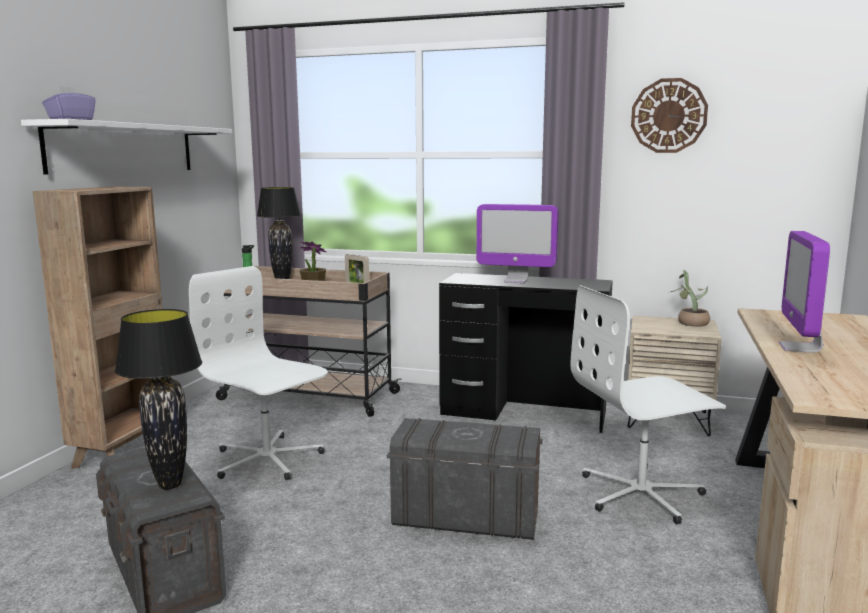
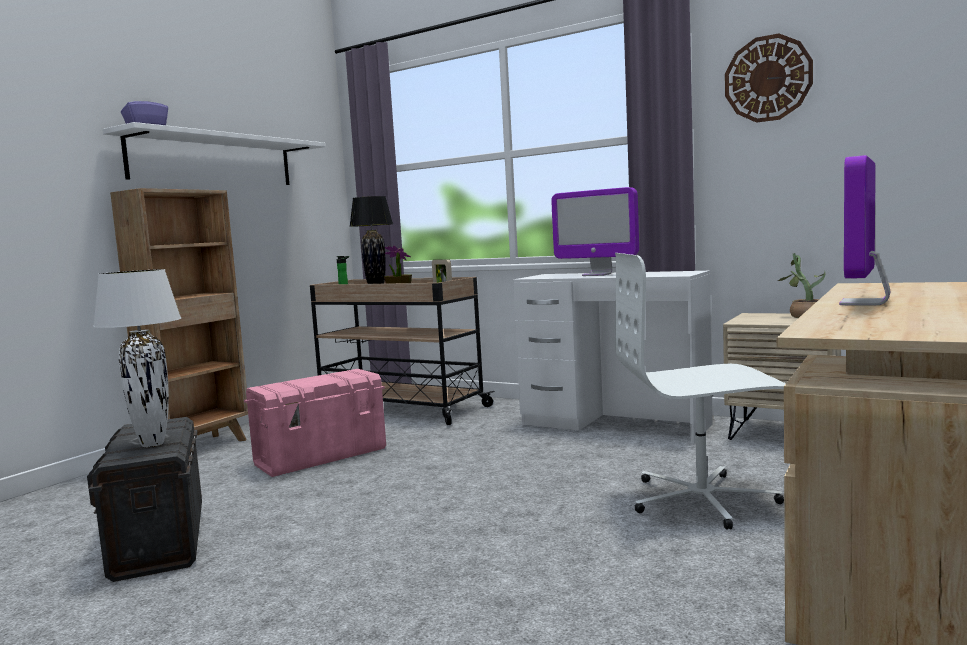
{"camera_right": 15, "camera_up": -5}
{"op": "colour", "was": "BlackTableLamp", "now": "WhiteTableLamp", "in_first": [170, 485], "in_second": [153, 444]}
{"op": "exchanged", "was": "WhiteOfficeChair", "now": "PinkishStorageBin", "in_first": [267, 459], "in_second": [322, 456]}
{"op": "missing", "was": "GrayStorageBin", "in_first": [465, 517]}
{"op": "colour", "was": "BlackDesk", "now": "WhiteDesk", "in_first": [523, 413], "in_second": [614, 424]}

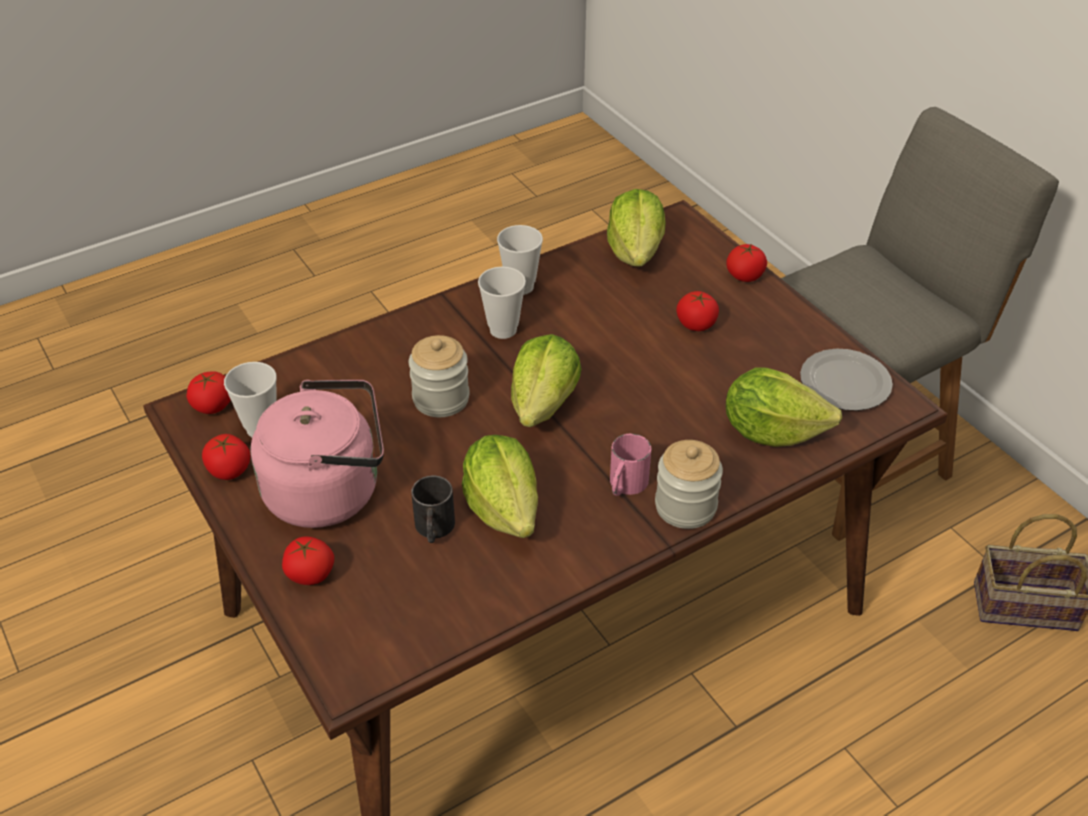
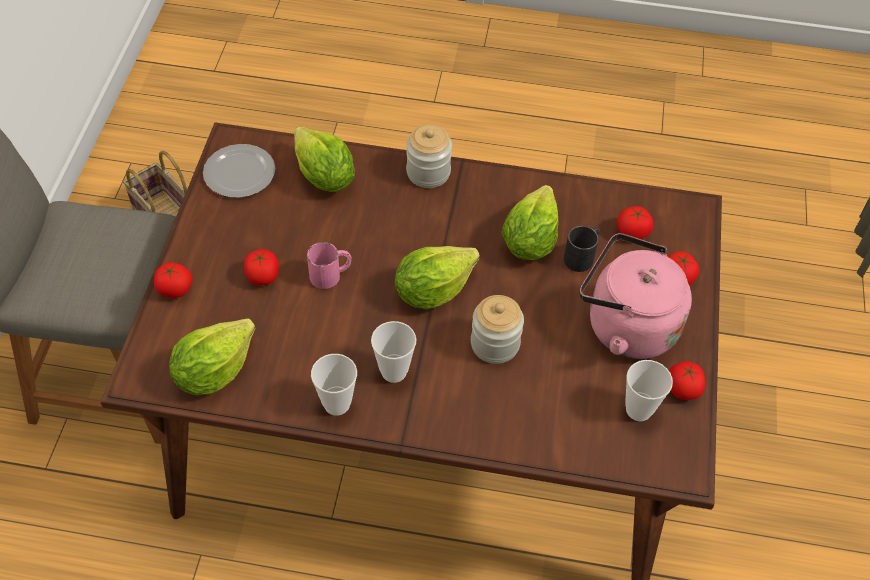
{"camera_right": -140, "camera_up": 10}
{"op": "relocated", "was": "FreshTomato", "in_first": [213, 405], "in_second": [632, 232]}
{"op": "relocated", "was": "PinkishMug", "in_first": [625, 485], "in_second": [331, 274]}

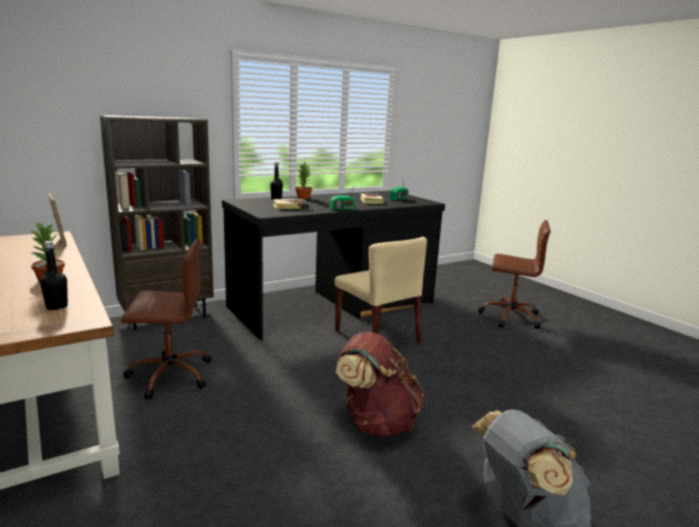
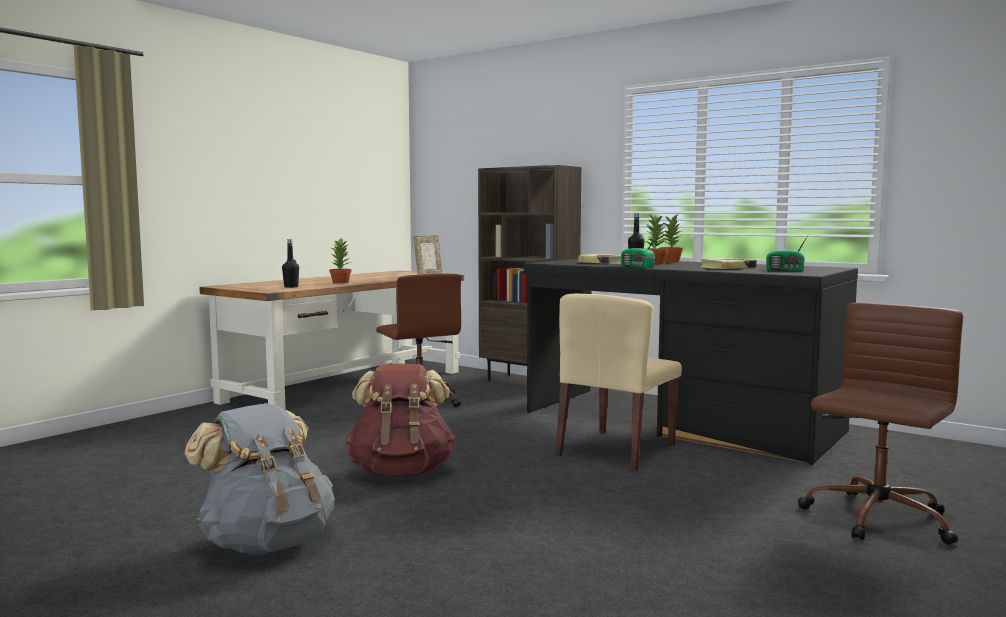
{"camera_right": 70, "camera_up": -10}
{"op": "spun", "was": "BrownishOfficeChair", "in_first": [509, 316], "in_second": [876, 519], "clockwise": -135}
{"op": "appeared", "now": "PlantInAPot", "in_second": [654, 263]}

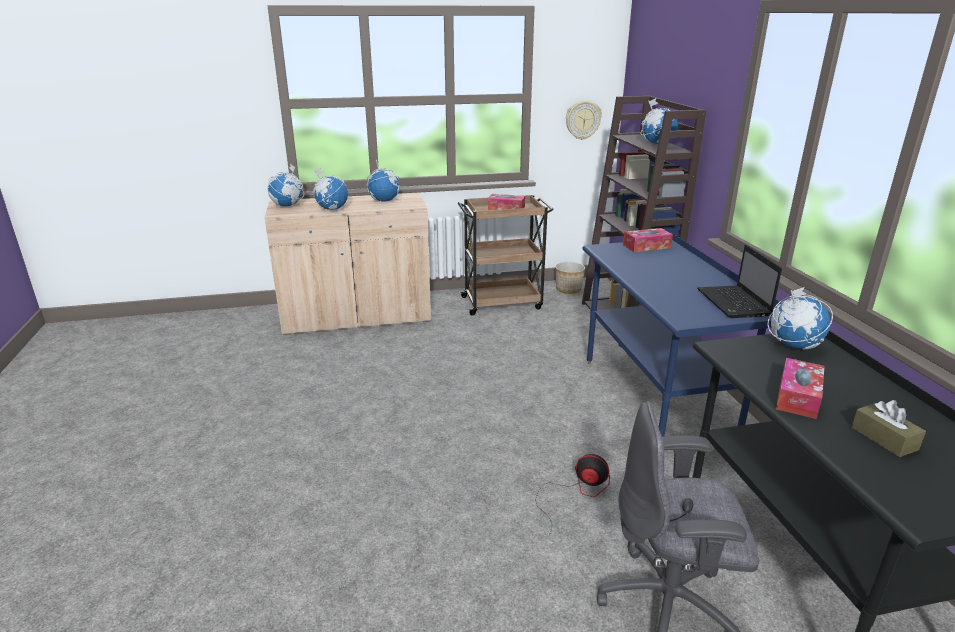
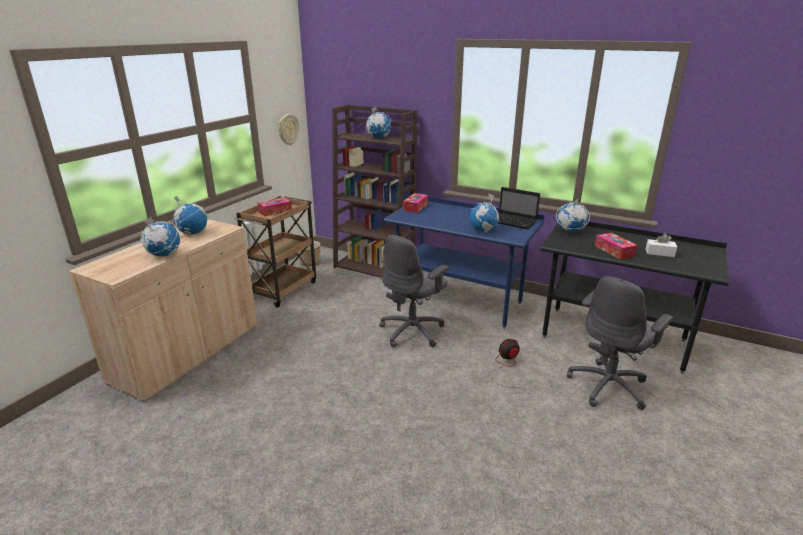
{"camera_right": -50, "camera_up": 0}
{"op": "relocated", "was": "Globe", "in_first": [287, 206], "in_second": [483, 230]}
{"op": "colour", "was": "BrownishTissueHolder", "now": "WhiteTissueHolder", "in_first": [884, 438], "in_second": [659, 253]}
{"op": "appeared", "now": "GrayOfficeChair", "in_second": [413, 331]}

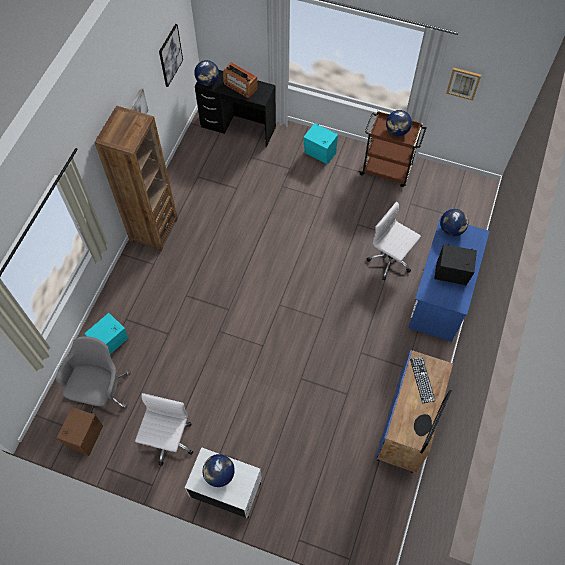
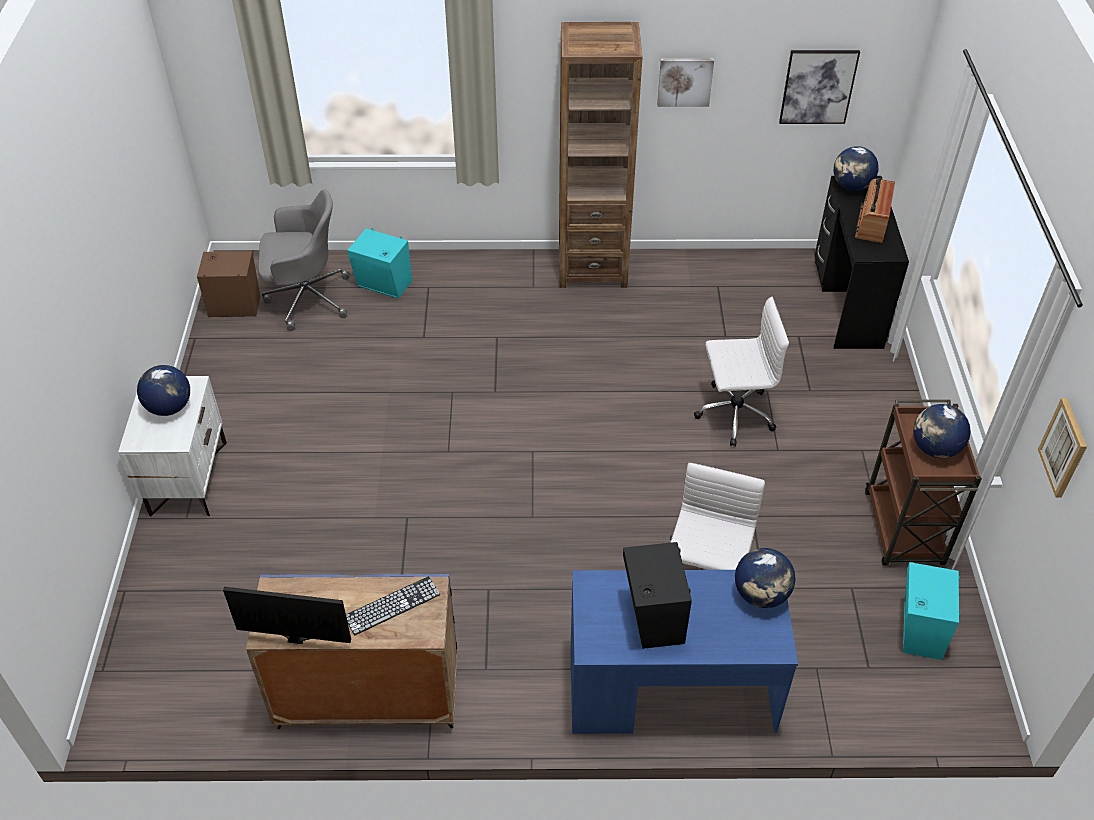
{"camera_right": 70, "camera_up": -15}
{"op": "relocated", "was": "WhiteOfficeChair", "in_first": [168, 441], "in_second": [733, 413]}
{"op": "relocated", "was": "TurquoiseColouredSpeaker", "in_first": [320, 154], "in_second": [918, 631]}

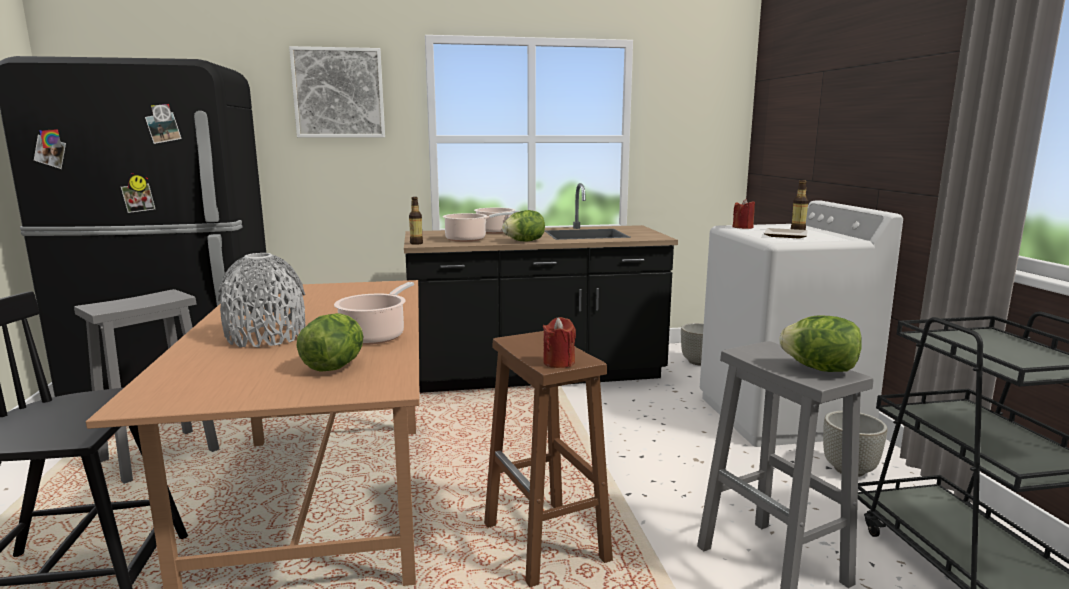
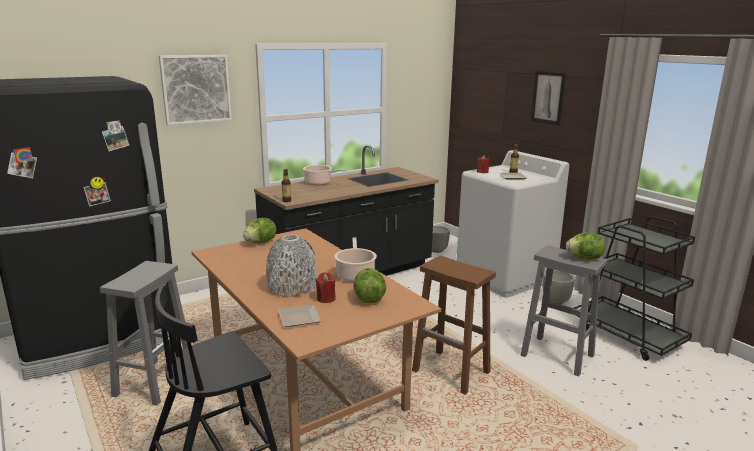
{"camera_right": -25, "camera_up": 5}
{"op": "missing", "was": "CookingPot", "in_first": [469, 239]}
{"op": "relocated", "was": "Lettuce", "in_first": [524, 241], "in_second": [260, 243]}
{"op": "relocated", "was": "ReddishWaxCandle", "in_first": [559, 362], "in_second": [326, 299]}
{"op": "appeared", "now": "FlatDish", "in_second": [300, 317]}
{"op": "appeared", "now": "WallArt", "in_second": [547, 97]}

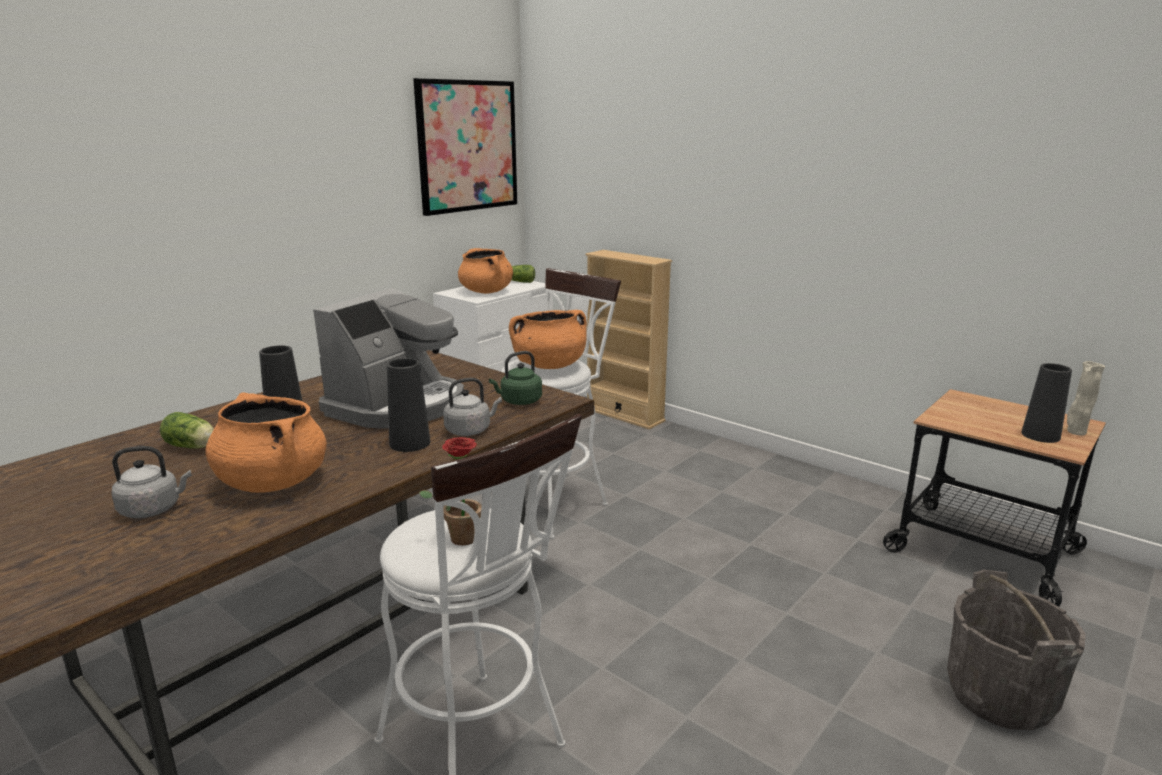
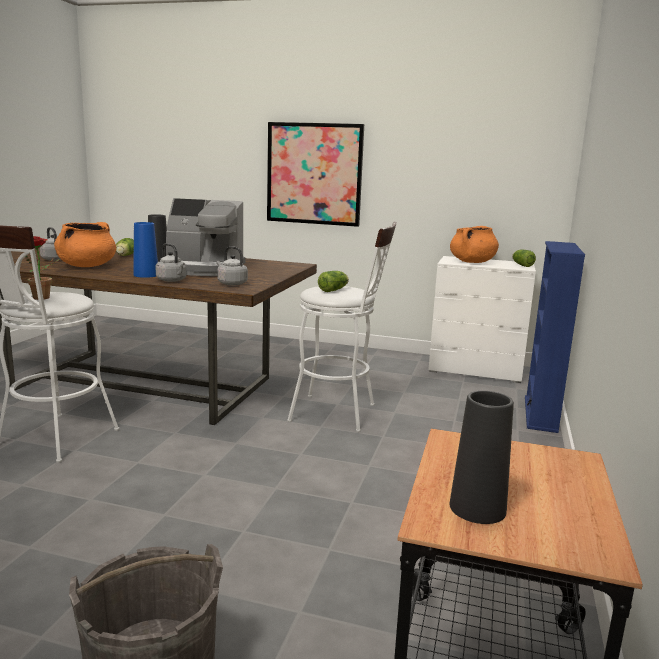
{"camera_right": 65, "camera_up": -5}
{"op": "colour", "was": "BlackDecorativeVase", "now": "BluishDecorativeVase", "in_first": [410, 443], "in_second": [146, 275]}
{"op": "relocated", "was": "WallArt", "in_first": [467, 146], "in_second": [314, 174]}
{"op": "colour", "was": "GreenishKettle", "now": "GrayKettle", "in_first": [519, 401], "in_second": [231, 283]}
{"op": "exchanged", "was": "OrangeCookingPot", "now": "Lettuce", "in_first": [549, 365], "in_second": [334, 290]}
{"op": "colour", "was": "BeigeColouredShelvingUnit", "now": "BluishShelvingUnit", "in_first": [624, 415], "in_second": [540, 414]}
{"op": "missing", "was": "BeigeColouredDecorativeVase", "in_first": [1075, 432]}

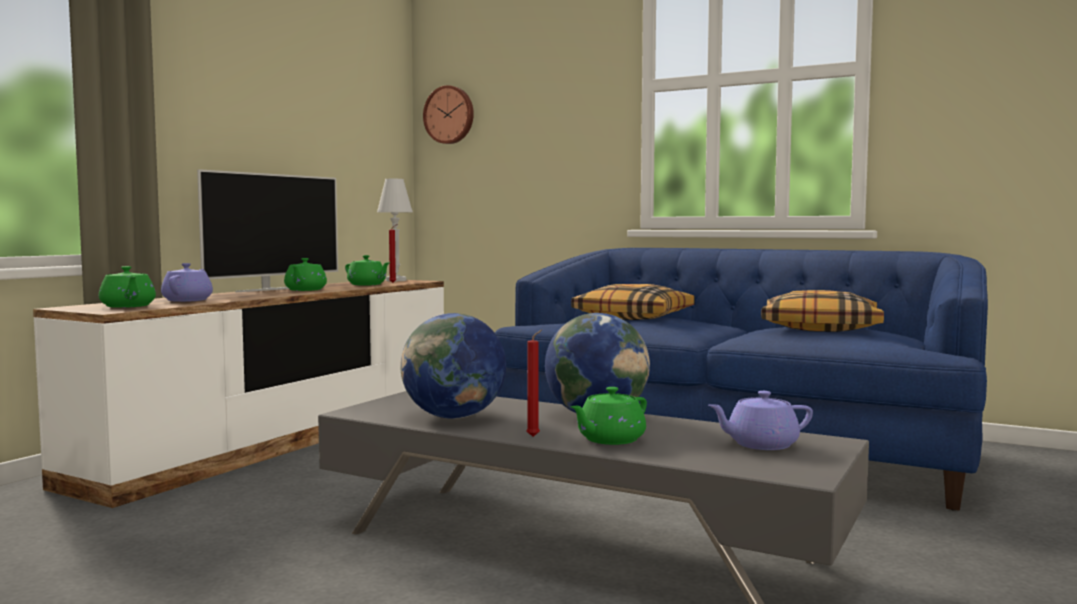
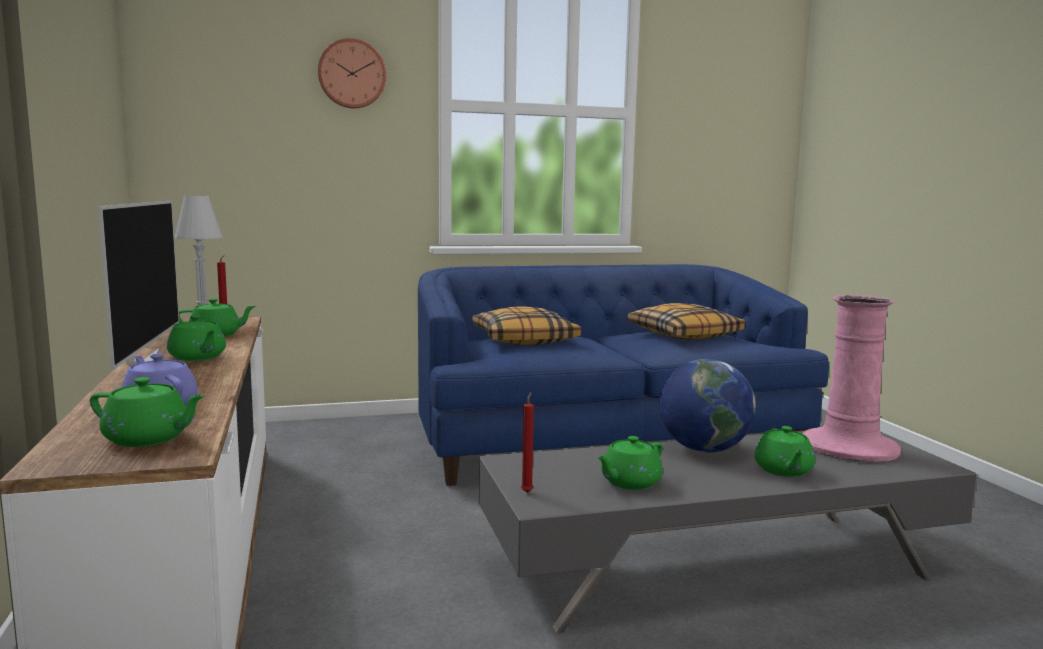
{"camera_right": -45, "camera_up": 5}
{"op": "exchanged", "was": "Globe", "now": "GreenishTeapot", "in_first": [454, 417], "in_second": [629, 482]}
{"op": "relocated", "was": "HangingClock", "in_first": [450, 115], "in_second": [352, 74]}
{"op": "relocated", "was": "ReddishWaxCandle", "in_first": [535, 436], "in_second": [527, 492]}
{"op": "exchanged", "was": "PurplishTeapot", "now": "PinkishDecorativeVase", "in_first": [760, 445], "in_second": [850, 447]}

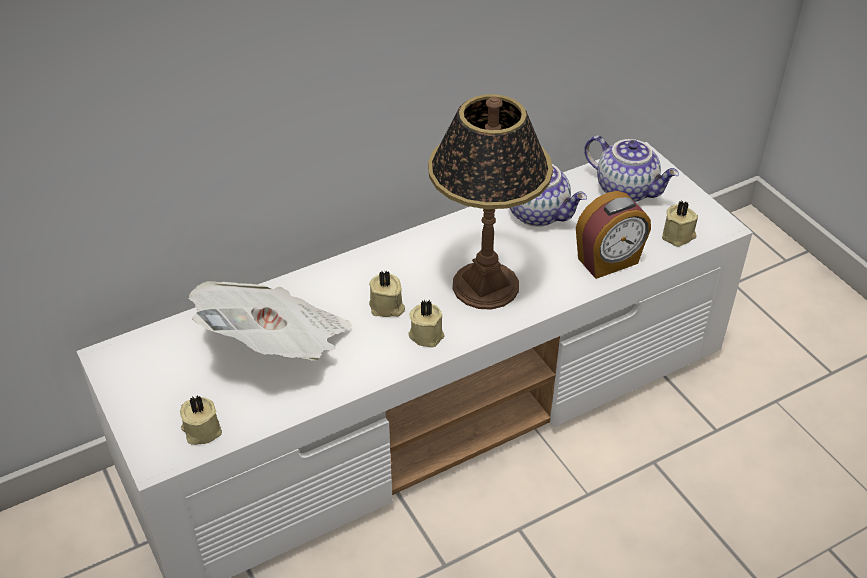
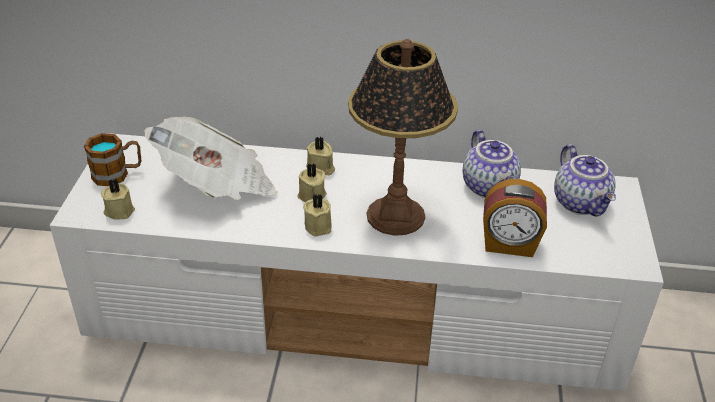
{"camera_right": 35, "camera_up": -5}
{"op": "relocated", "was": "BeigeColouredWaxCandle", "in_first": [679, 236], "in_second": [320, 169]}
{"op": "appeared", "now": "Mug", "in_second": [118, 174]}

